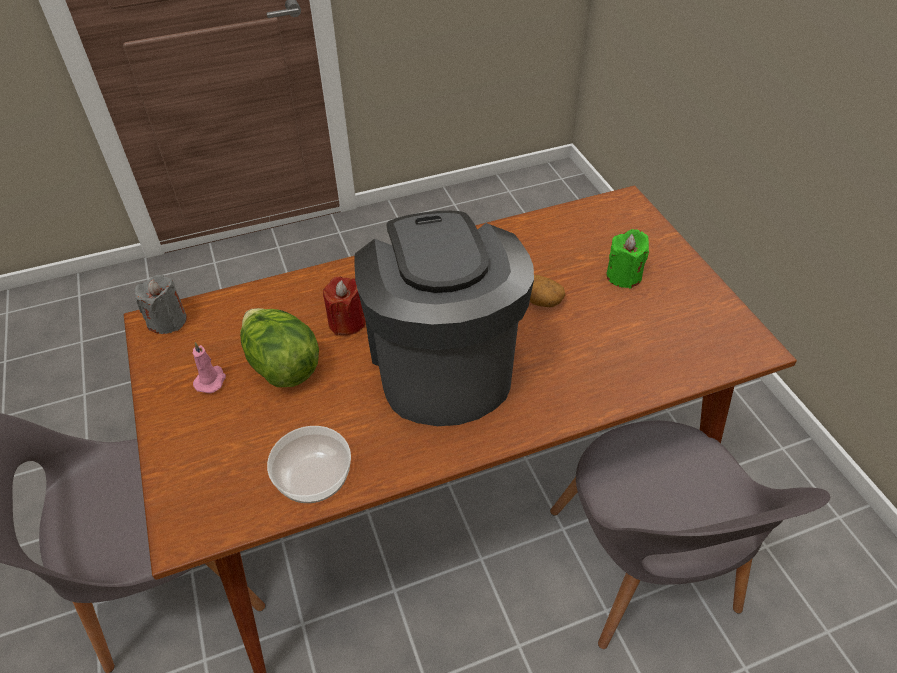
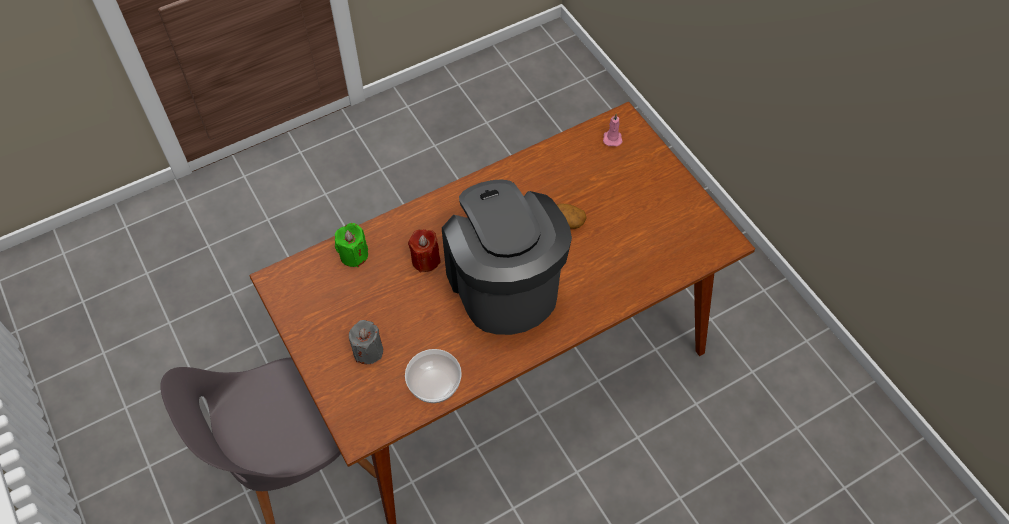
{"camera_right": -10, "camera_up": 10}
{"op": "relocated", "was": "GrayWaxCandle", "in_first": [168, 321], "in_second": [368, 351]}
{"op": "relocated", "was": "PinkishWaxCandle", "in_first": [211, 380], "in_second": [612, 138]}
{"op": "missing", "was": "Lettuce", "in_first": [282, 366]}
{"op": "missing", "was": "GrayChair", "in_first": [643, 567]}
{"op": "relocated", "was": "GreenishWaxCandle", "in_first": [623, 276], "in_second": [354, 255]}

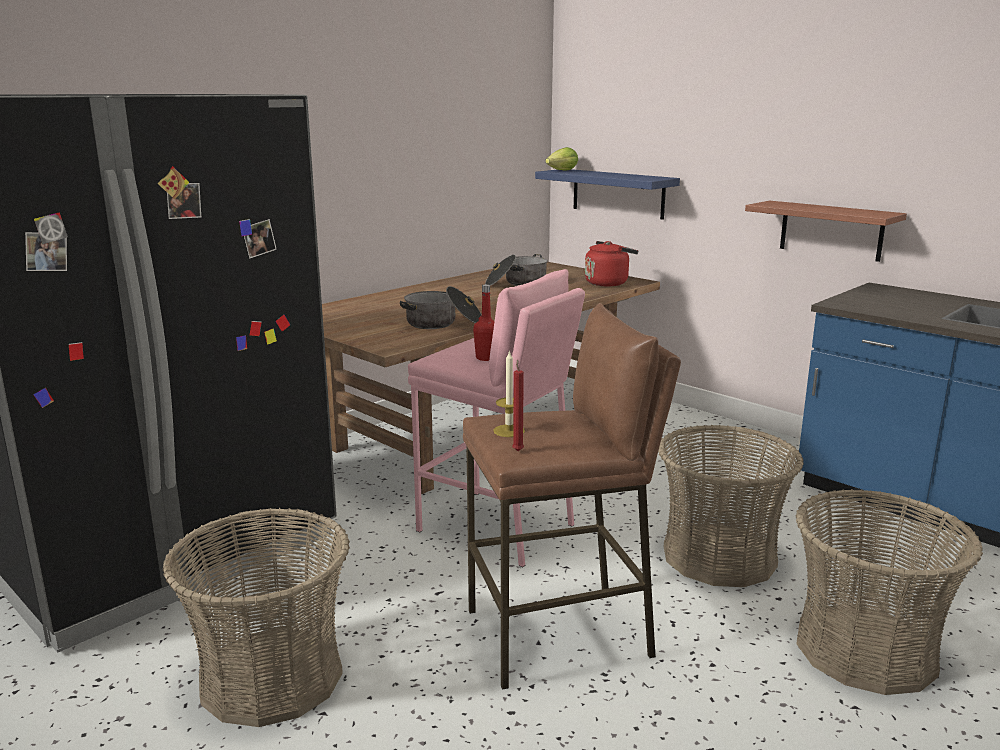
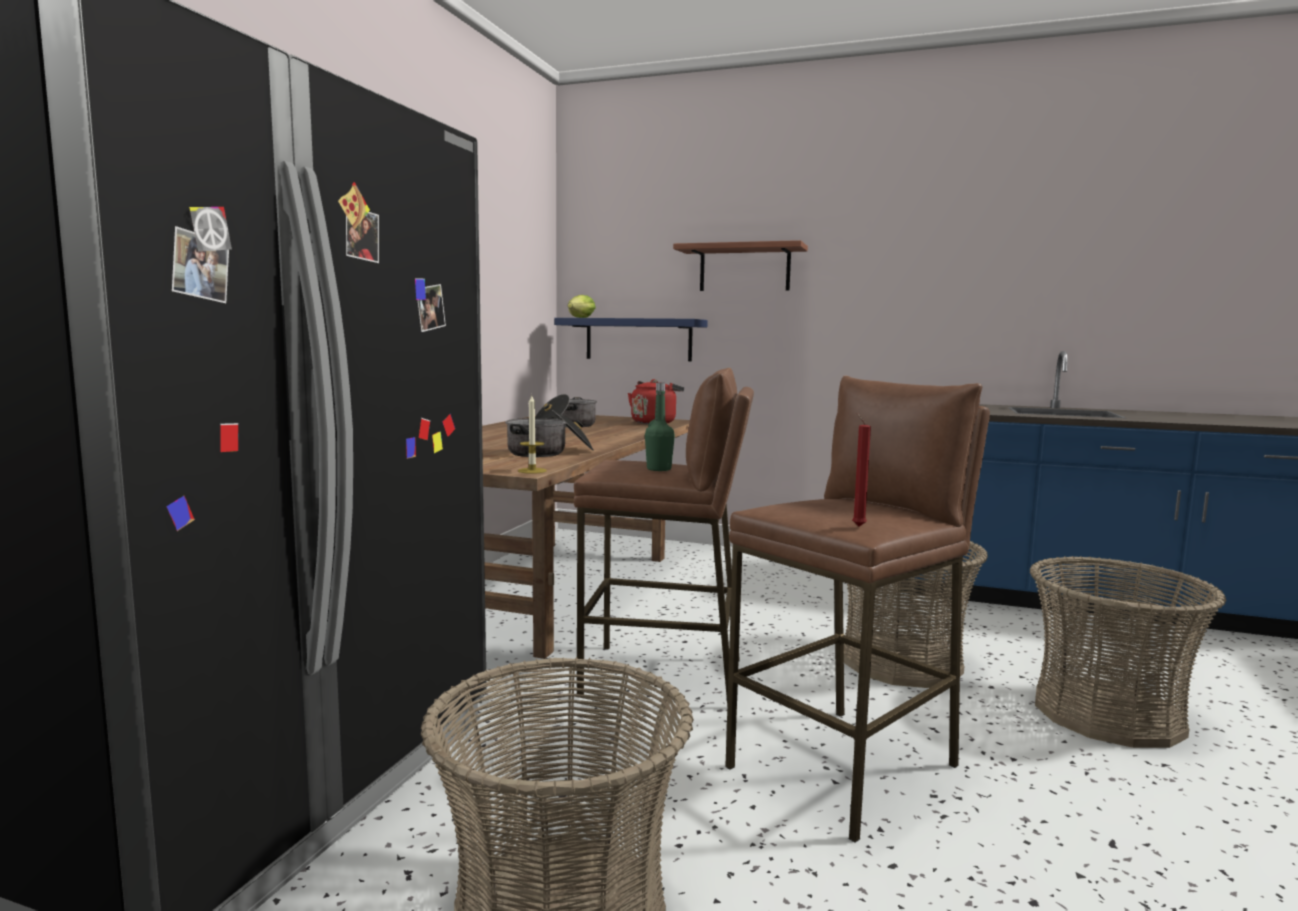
{"camera_right": -25, "camera_up": -10}
{"op": "colour", "was": "PinkishStool", "now": "BrownishStool", "in_first": [496, 527], "in_second": [663, 676]}
{"op": "colour", "was": "ReddishDrinkBottle", "now": "GreenishDrinkBottle", "in_first": [486, 358], "in_second": [659, 469]}
{"op": "relocated", "was": "WaxCandle", "in_first": [509, 431], "in_second": [532, 471]}
{"op": "relocated", "was": "BracketShelf", "in_first": [831, 230], "in_second": [744, 269]}

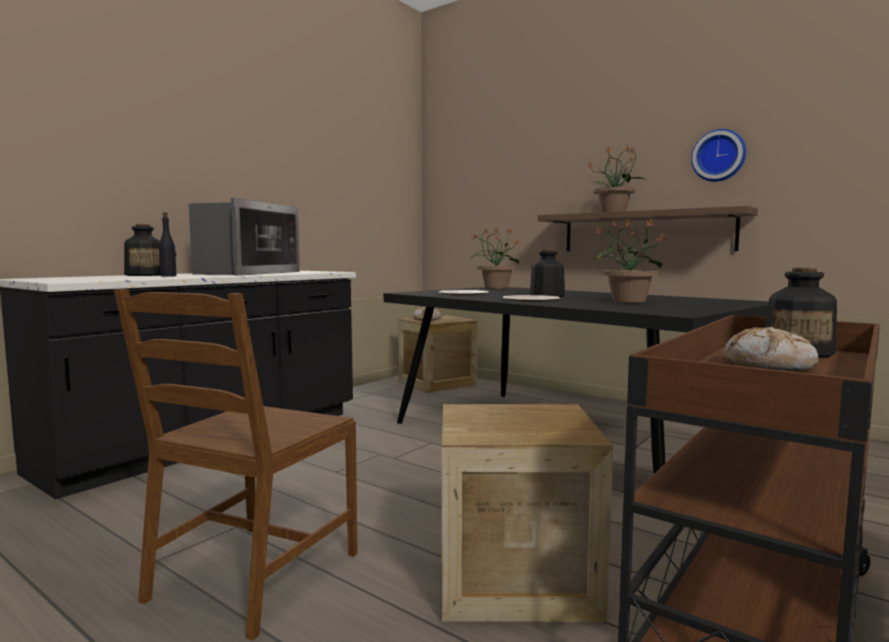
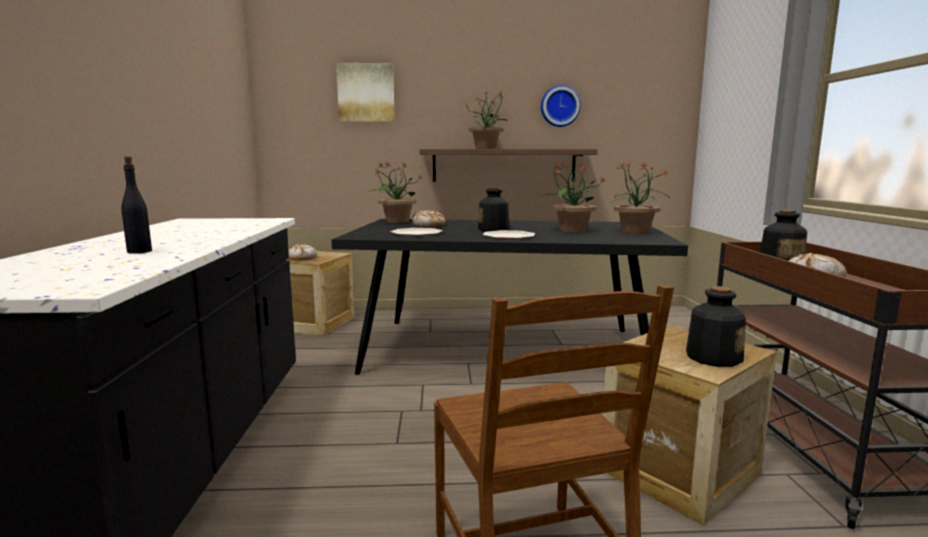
{"camera_right": -40, "camera_up": 5}
{"op": "relocated", "was": "DrinkBottle", "in_first": [146, 275], "in_second": [713, 357]}
{"op": "missing", "was": "KitchenMicrowave", "in_first": [246, 273]}
{"op": "appeared", "now": "WallArt", "in_second": [366, 93]}
{"op": "appeared", "now": "BakedBread", "in_second": [428, 225]}
{"op": "appeared", "now": "PlantInAPot", "in_second": [635, 232]}

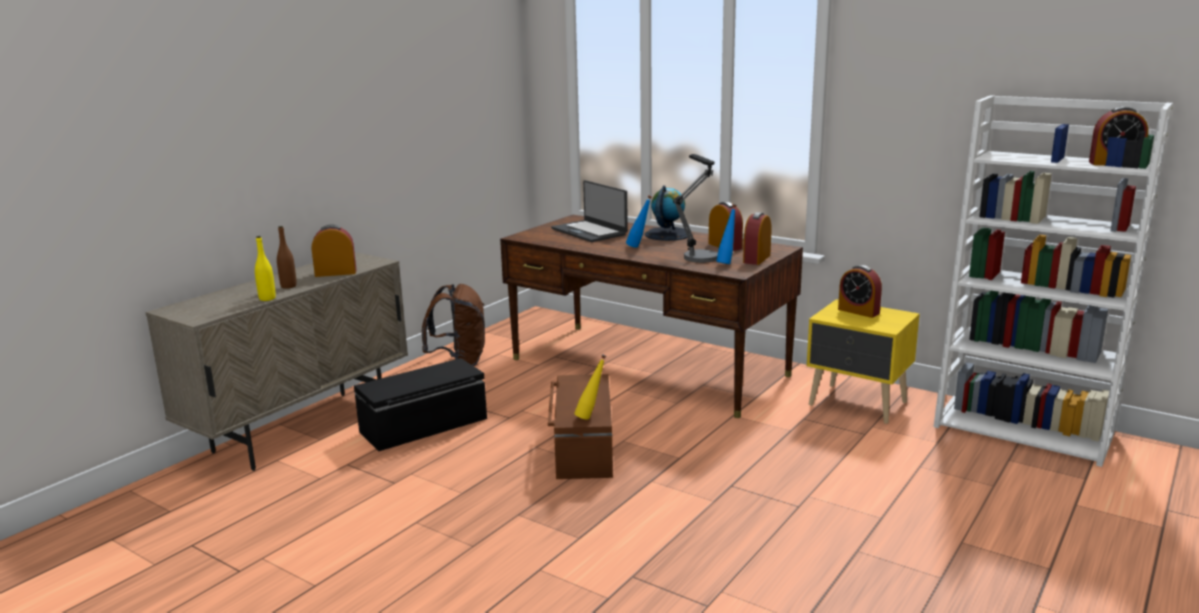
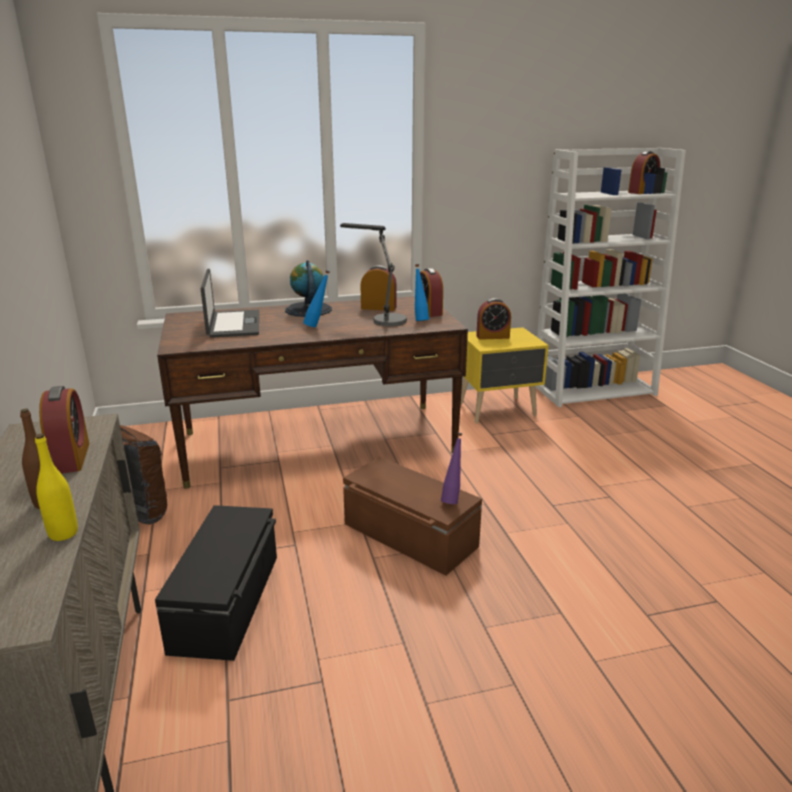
{"camera_right": -50, "camera_up": 5}
{"op": "spun", "was": "TableClock", "in_first": [335, 273], "in_second": [71, 457], "clockwise": 135}
{"op": "spun", "was": "NotebookComputer", "in_first": [589, 231], "in_second": [233, 324], "clockwise": -105}
{"op": "colour", "was": "YellowishDrinkBottle", "now": "PurplishDrinkBottle", "in_first": [591, 417], "in_second": [452, 499]}

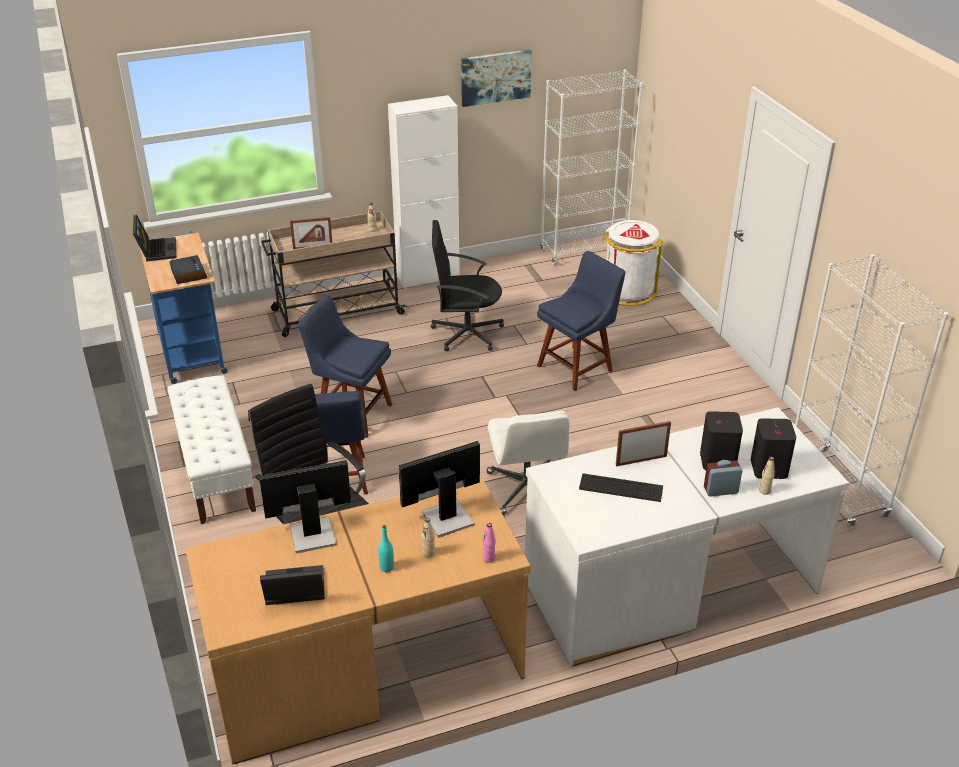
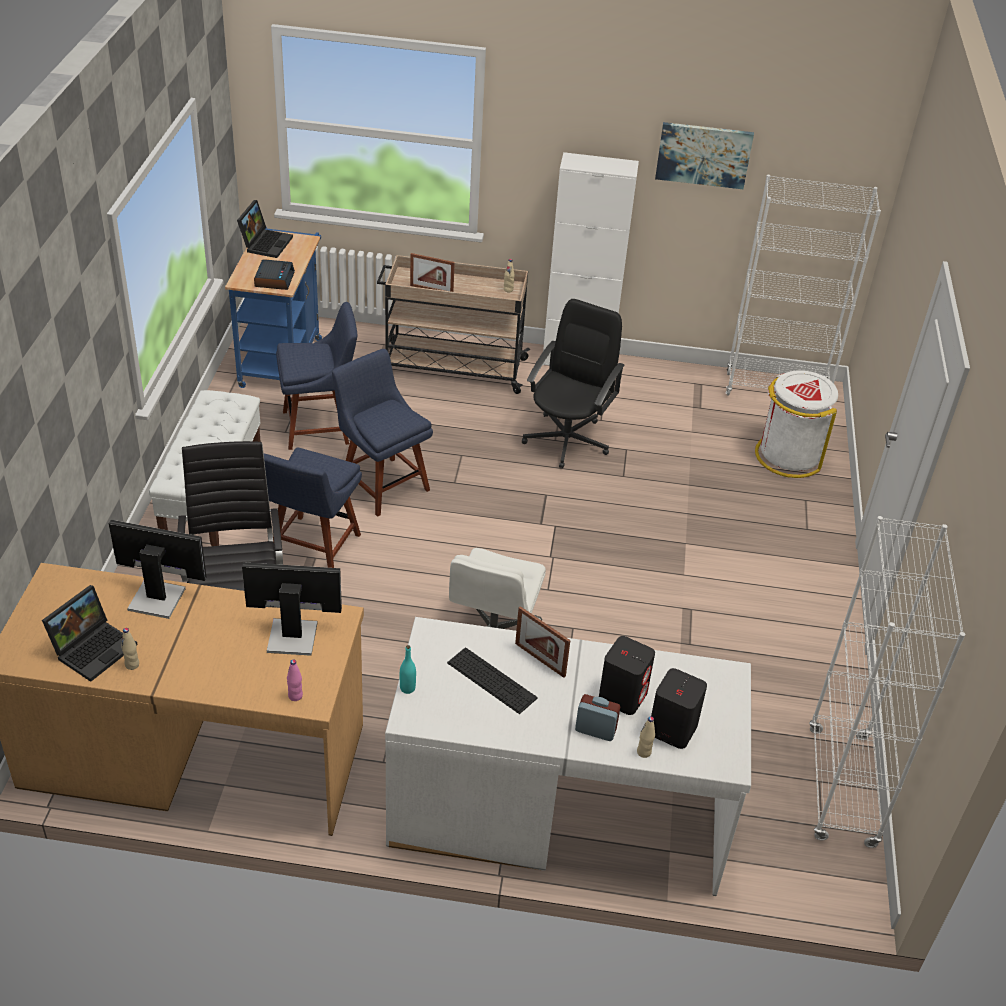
{"camera_right": 25, "camera_up": 5}
{"op": "spun", "was": "NotebookComputer", "in_first": [293, 591], "in_second": [94, 647], "clockwise": 105}
{"op": "relocated", "was": "TurquoiseColouredDrinkBottle", "in_first": [386, 567], "in_second": [407, 688]}
{"op": "relocated", "was": "BeigeColouredDrinkBottle", "in_first": [428, 553], "in_second": [132, 664]}
{"op": "spun", "was": "BlackOfficeChair", "in_first": [466, 333], "in_second": [567, 439], "clockwise": 90}
{"op": "relocated", "was": "BluishChair", "in_first": [577, 367], "in_second": [320, 427]}
{"op": "spun", "was": "PictureFrame", "in_first": [641, 460], "in_second": [540, 659], "clockwise": -150}

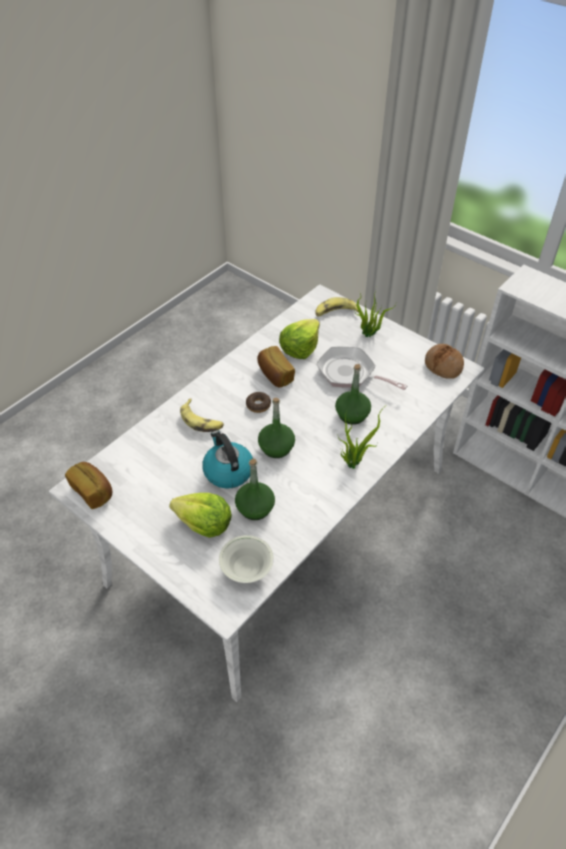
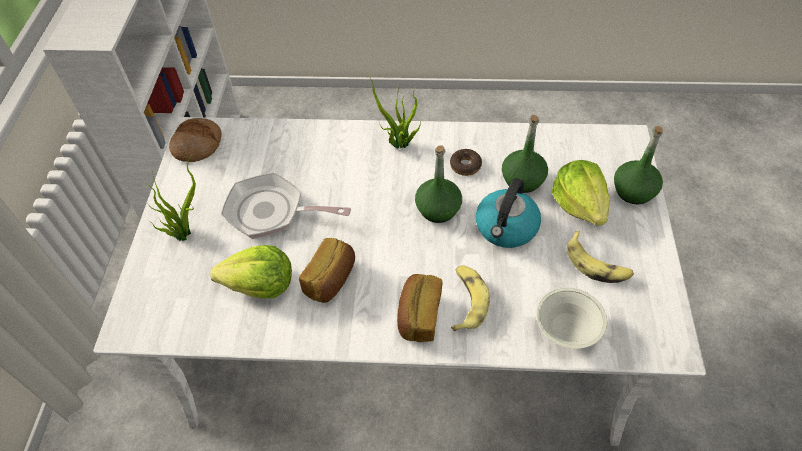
{"camera_right": -125, "camera_up": 5}
{"op": "relocated", "was": "BakedBread", "in_first": [92, 491], "in_second": [419, 316]}
{"op": "relocated", "was": "WhiteDeepDish", "in_first": [246, 569], "in_second": [567, 330]}
{"op": "relocated", "was": "RingDoughnut", "in_first": [258, 405], "in_second": [465, 165]}
{"op": "relocated", "was": "WholeBanana", "in_first": [335, 312], "in_second": [597, 264]}
{"op": "spun", "was": "Pan", "in_first": [350, 373], "in_second": [271, 212], "clockwise": 105}
{"op": "relocated", "was": "GreenishDrinkBottle", "in_first": [352, 415], "in_second": [634, 191]}

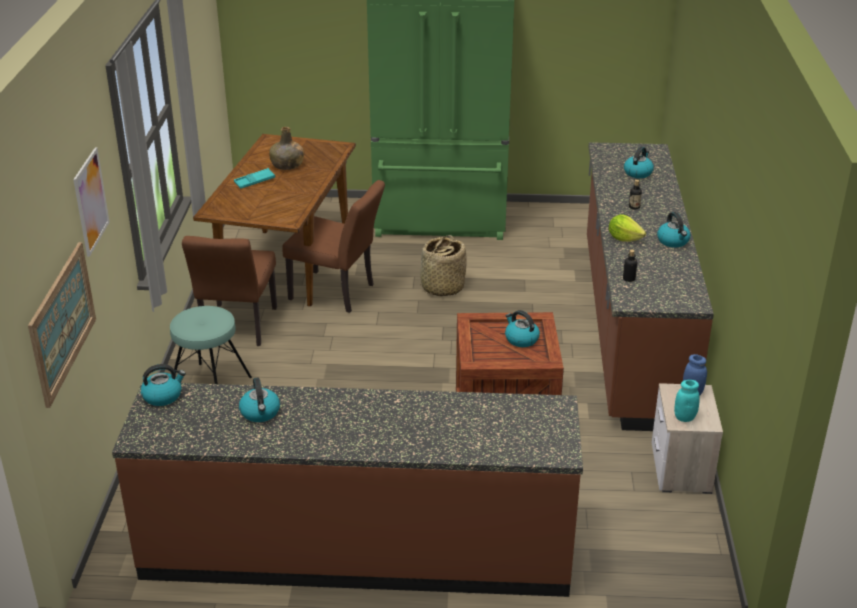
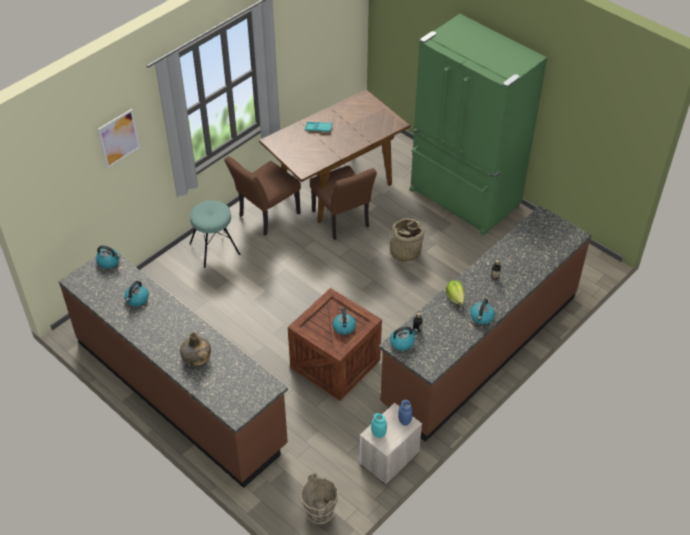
{"camera_right": 40, "camera_up": 15}
{"op": "missing", "was": "WallArt", "in_first": [62, 322]}
{"op": "relocated", "was": "GreenishDrinkBottle", "in_first": [287, 165], "in_second": [196, 357]}
{"op": "relocated", "was": "Kettle", "in_first": [638, 173], "in_second": [402, 342]}
{"op": "appeared", "now": "BrownishPail", "in_second": [319, 513]}

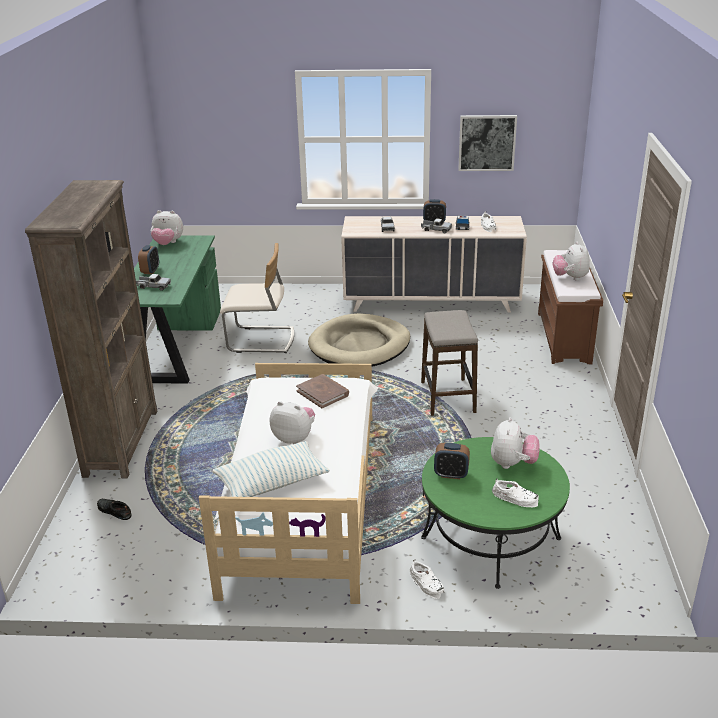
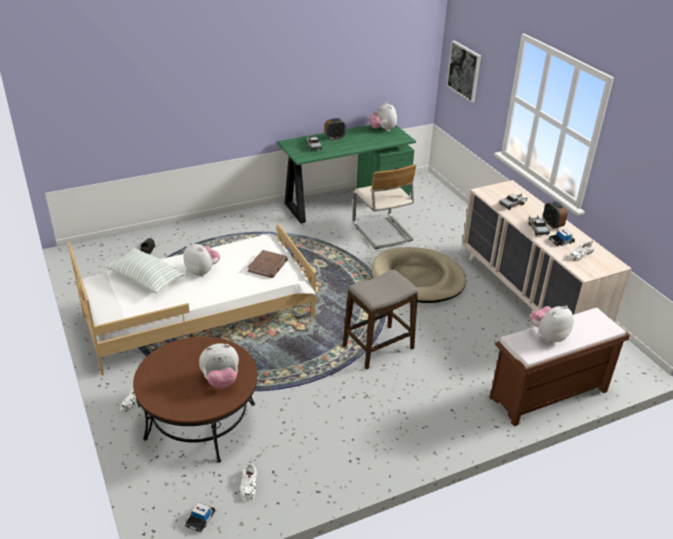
{"camera_right": 60, "camera_up": 5}
{"op": "missing", "was": "BrownishShelvingUnit", "in_first": [122, 442]}
{"op": "spun", "was": "PlushToy", "in_first": [294, 438], "in_second": [202, 271], "clockwise": -45}
{"op": "colour", "was": "GreenishLowTable", "now": "BrownishLowTable", "in_first": [490, 538], "in_second": [200, 421]}
{"op": "missing", "was": "TableClock", "in_first": [451, 474]}
{"op": "relocated", "was": "WallArt", "in_first": [487, 142], "in_second": [464, 71]}
{"op": "relocated", "was": "WhiteShoe", "in_first": [515, 498], "in_second": [249, 485]}
{"op": "appeared", "now": "ToyCar", "in_second": [200, 519]}

